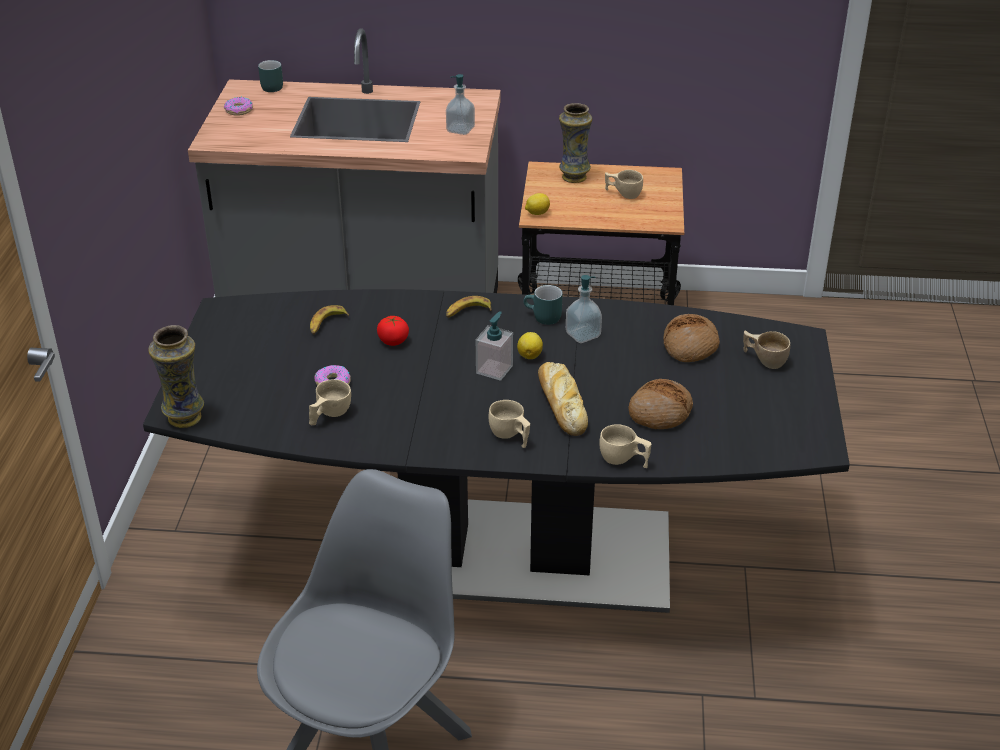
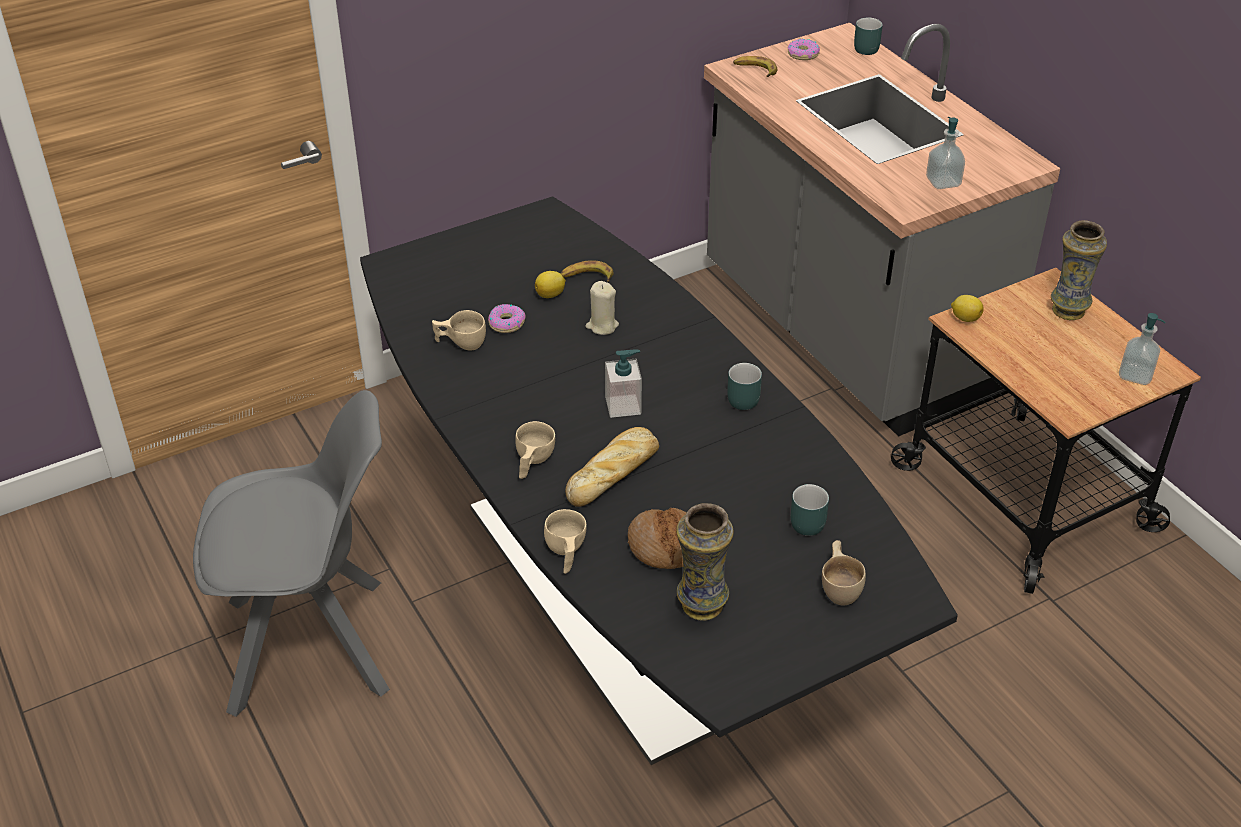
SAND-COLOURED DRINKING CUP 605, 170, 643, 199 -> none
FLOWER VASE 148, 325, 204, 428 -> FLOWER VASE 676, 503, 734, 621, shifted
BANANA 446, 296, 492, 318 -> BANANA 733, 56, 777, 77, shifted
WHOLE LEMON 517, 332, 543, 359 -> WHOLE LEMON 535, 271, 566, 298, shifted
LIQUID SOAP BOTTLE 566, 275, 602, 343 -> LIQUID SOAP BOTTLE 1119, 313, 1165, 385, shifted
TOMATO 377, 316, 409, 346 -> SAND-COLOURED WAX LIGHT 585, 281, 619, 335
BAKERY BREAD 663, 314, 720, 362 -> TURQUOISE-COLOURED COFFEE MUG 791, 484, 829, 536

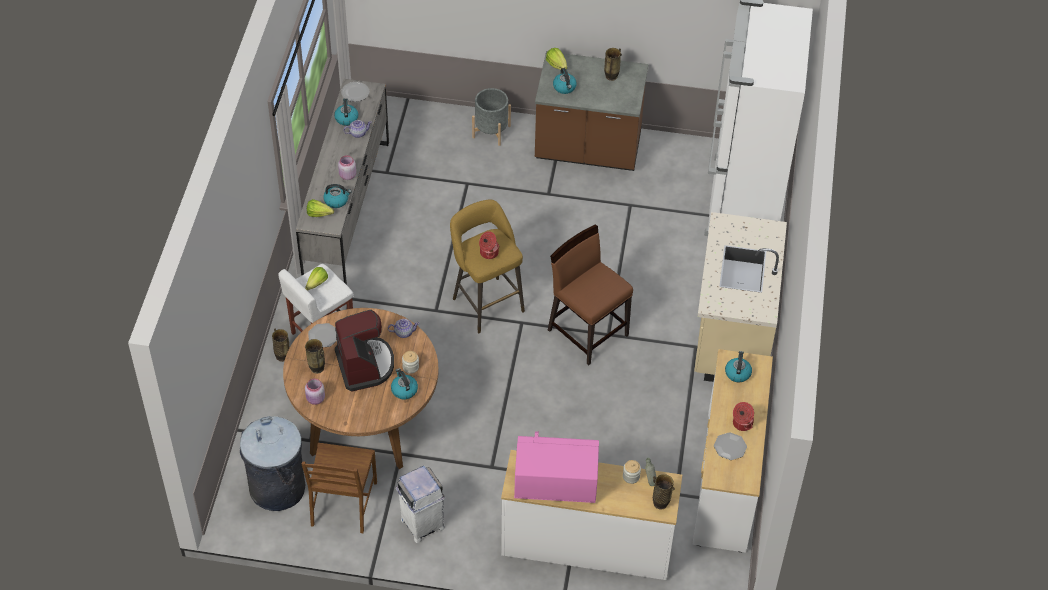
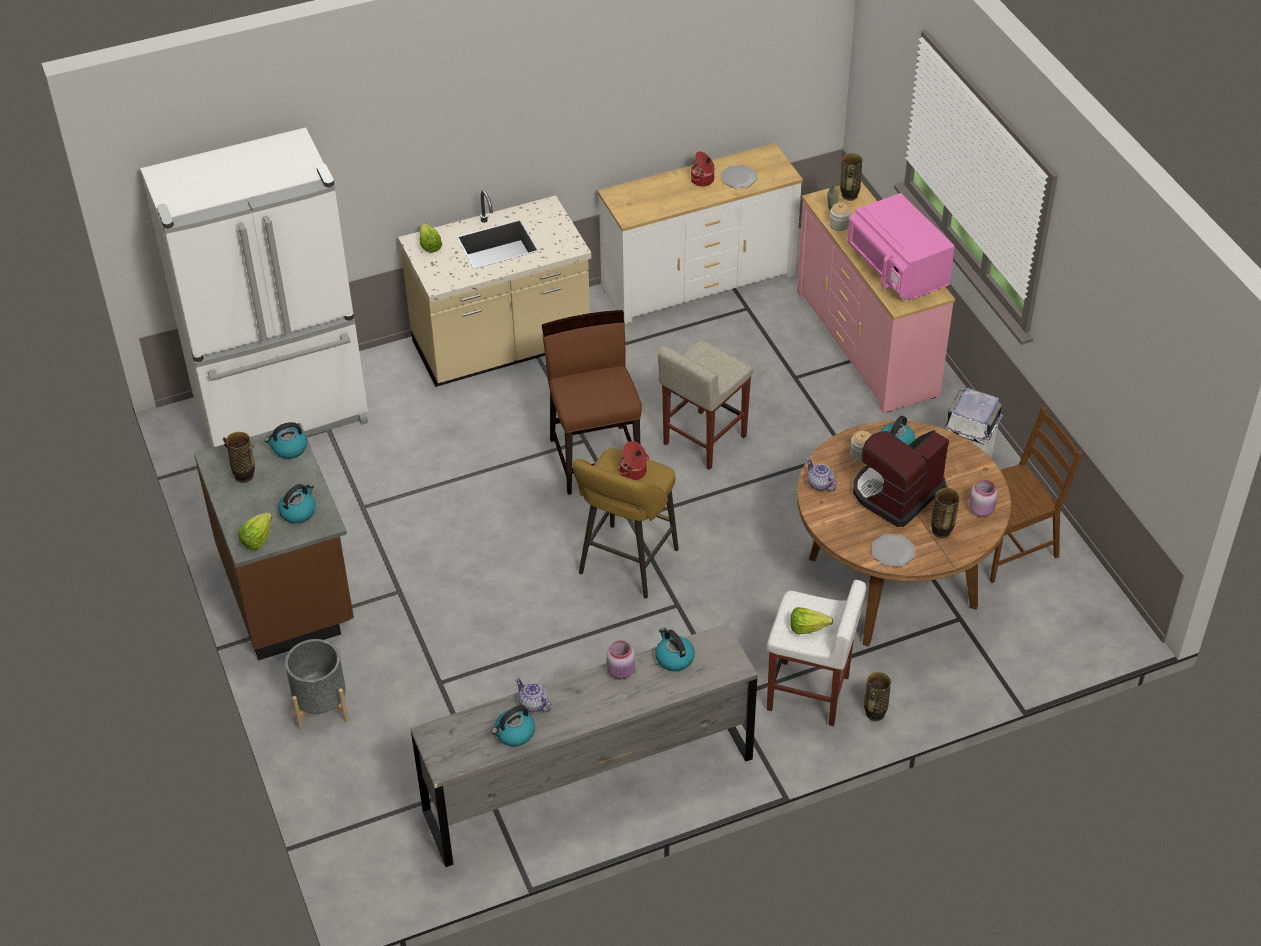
GREYISH WASTE BIN 240, 416, 305, 511 -> none
FLAT DISH 341, 82, 369, 102 -> none
none -> SAND-COLOURED STOOL 658, 341, 753, 470
LETTUCE 307, 199, 334, 217 -> LETTUCE 420, 223, 442, 253, shifted
WATER KETTLE 725, 351, 752, 382 -> WATER KETTLE 264, 422, 307, 459, shifted
WHITISH DRESSER 501, 450, 682, 580 -> PINKISH DRESSER 797, 181, 955, 413
BROWN-COLOURED CHAIR 548, 224, 633, 365 -> BROWN-COLOURED CHAIR 542, 310, 642, 495, 150 degrees clockwise

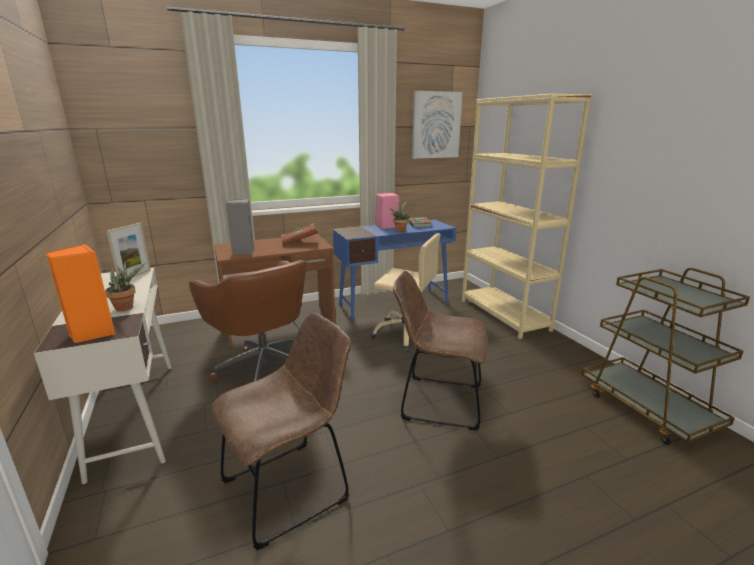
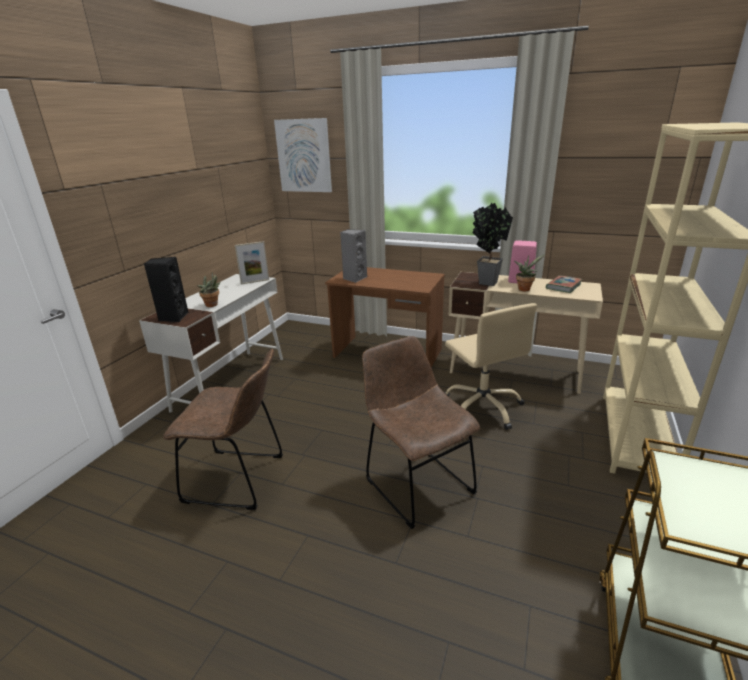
BROWN-COLOURED COMPUTER CHAIR 189, 260, 307, 382 -> none
BROWN-COLOURED BOOK 281, 223, 318, 246 -> none
none -> HOUSEPLANT 473, 203, 513, 286
WALL ART 412, 91, 462, 159 -> WALL ART 274, 118, 332, 192, shifted
ORANGEY SPEAKER 46, 244, 115, 343 -> BLACK-COLOURED SPEAKER 144, 257, 188, 322
BLUE-COLOURED DESK UNIT 333, 220, 456, 321 -> SAND-COLOURED DESK UNIT 448, 272, 603, 394

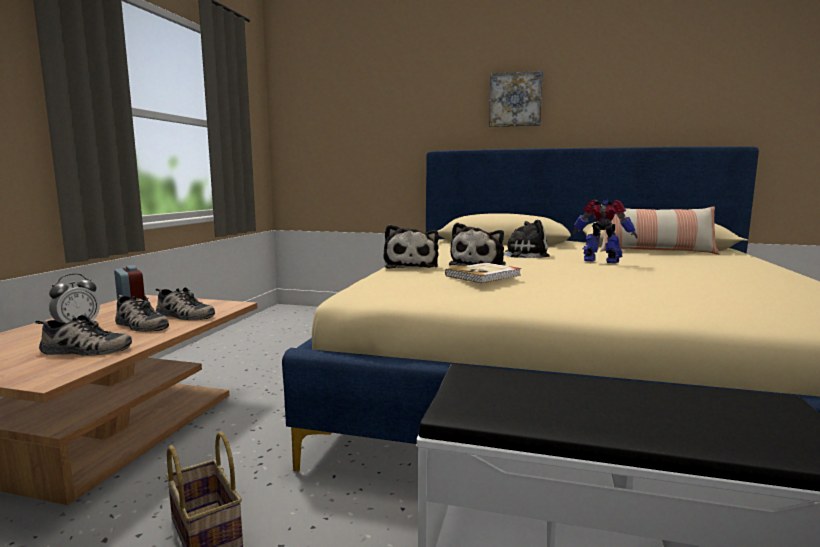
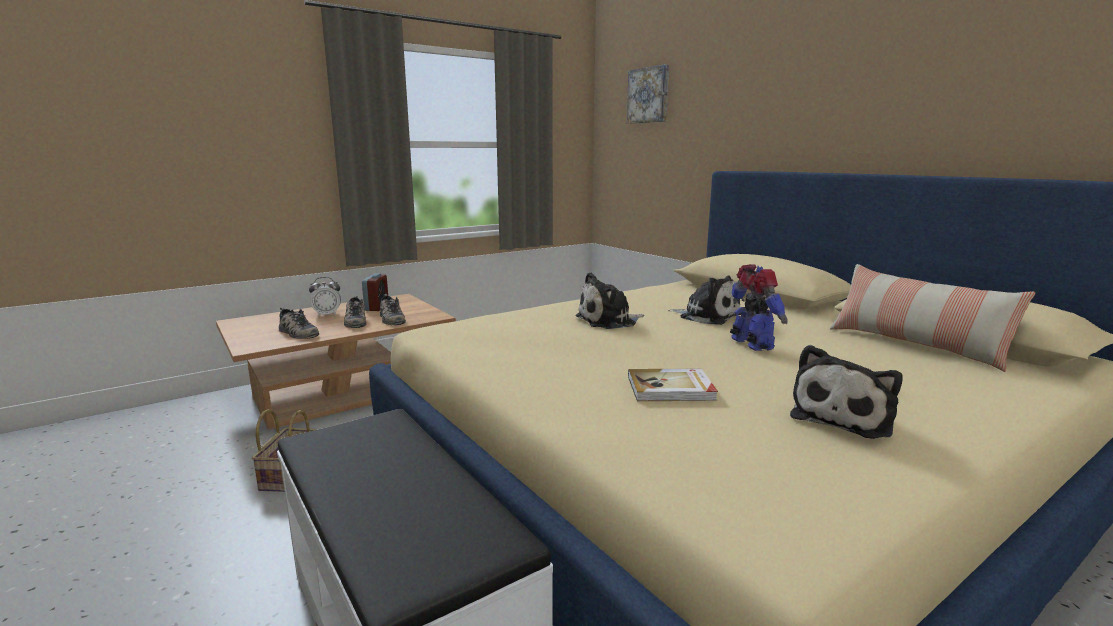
PLUSH TOY 383, 224, 439, 269 -> PLUSH TOY 790, 345, 903, 439, shifted
BOOK 445, 263, 521, 283 -> BOOK 628, 369, 718, 401, shifted
WALL ART 489, 71, 543, 127 -> WALL ART 627, 64, 669, 124, shifted

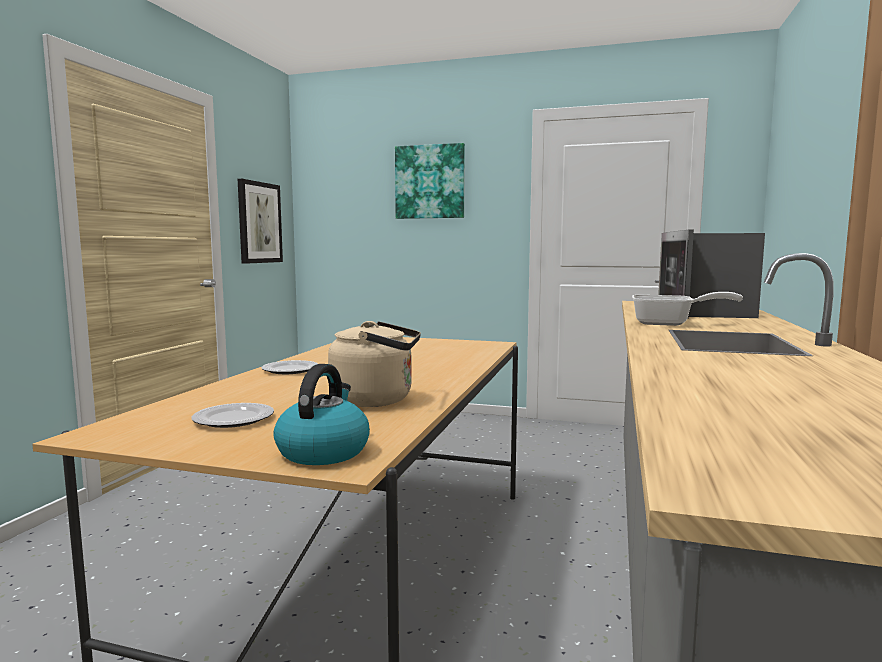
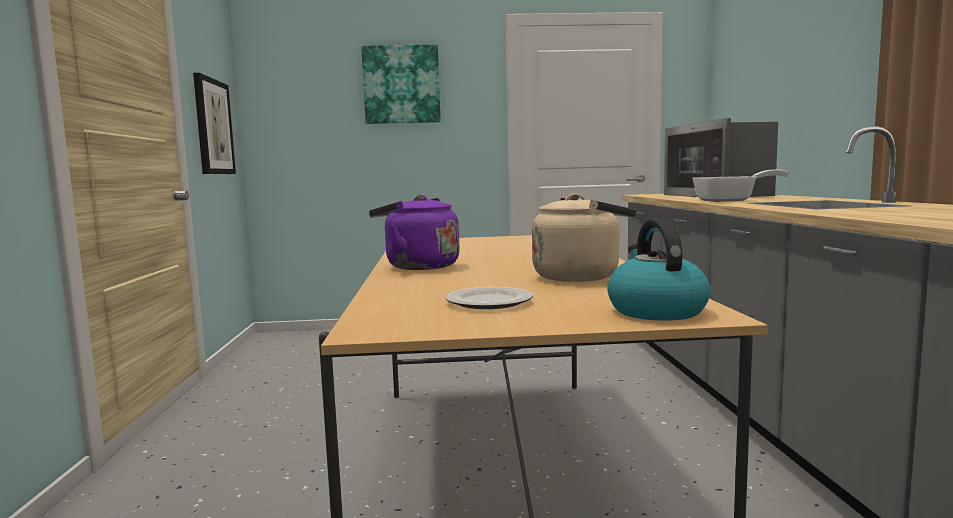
FLAT DISH 261, 360, 318, 374 -> PURPLISH WATER KETTLE 369, 195, 460, 270

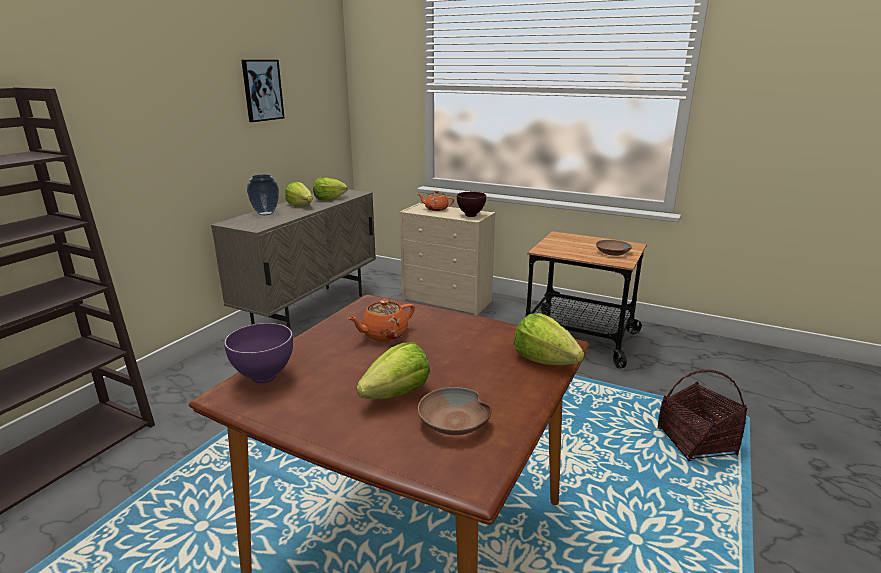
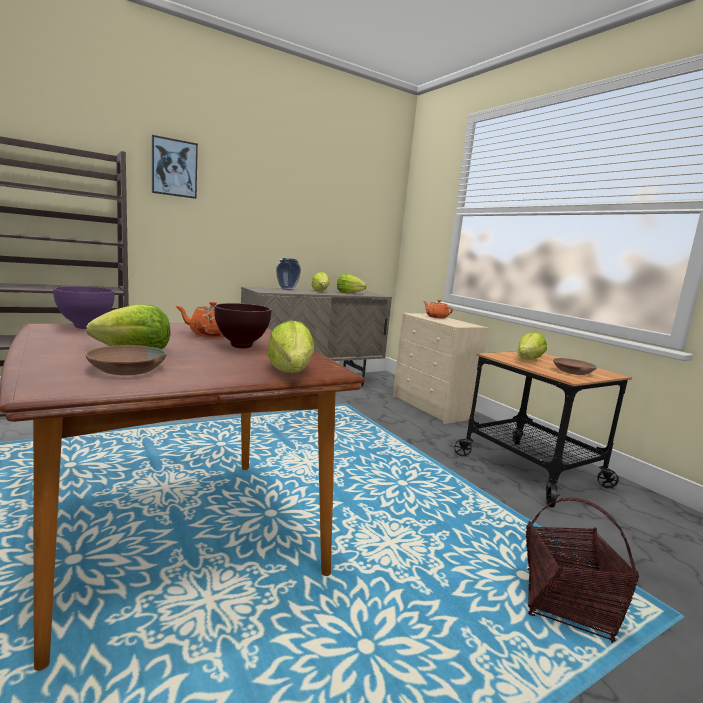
none -> LETTUCE 517, 332, 547, 360
WALL ART 241, 60, 284, 122 -> WALL ART 152, 135, 198, 199, shifted
BROWN-COLOURED SERVING BOWL 457, 192, 486, 217 -> BROWN-COLOURED SERVING BOWL 214, 303, 271, 348, shifted

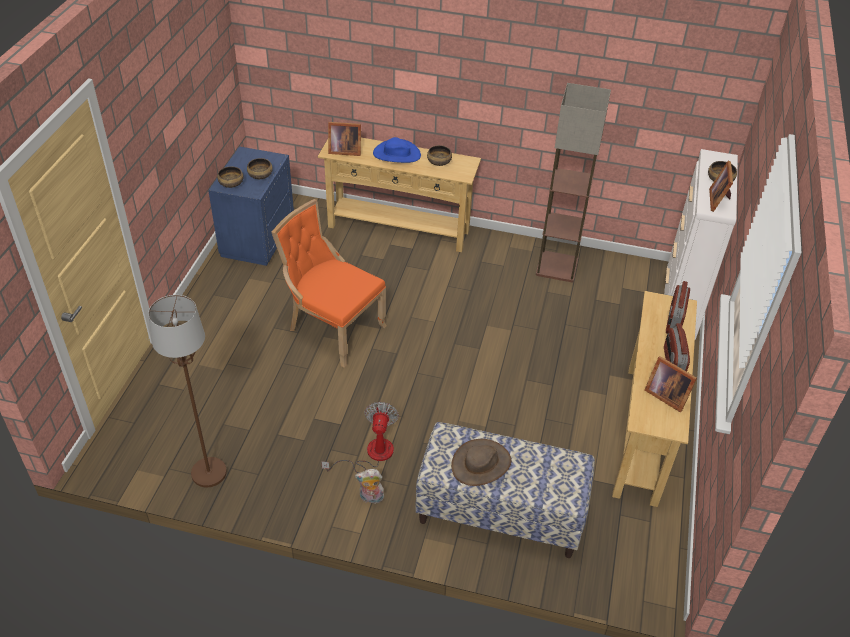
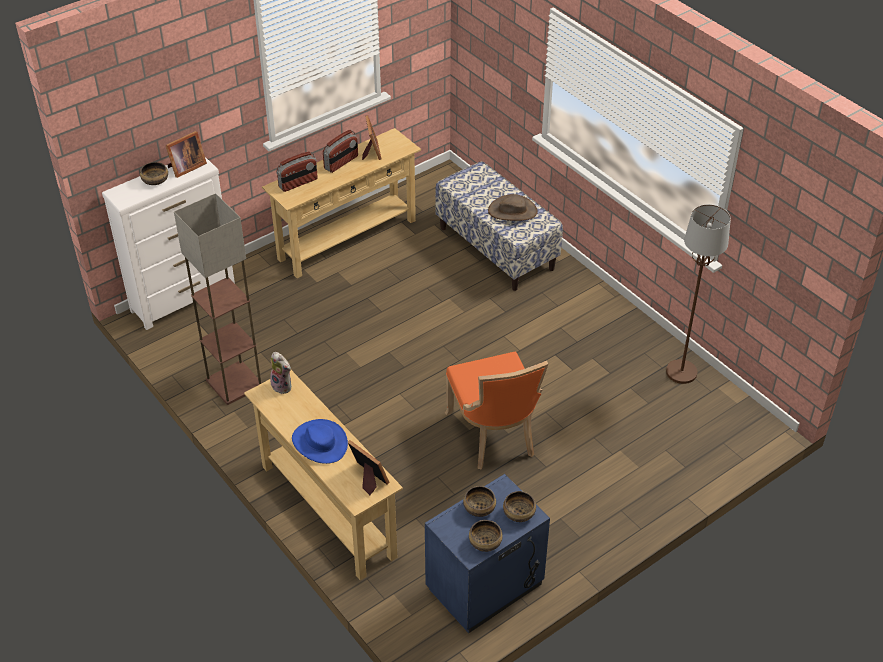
COOLING FAN 321, 402, 399, 473 -> none
PLUSH TOY 355, 469, 384, 503 -> PLUSH TOY 270, 352, 291, 394, shifted
SERVING BOWL 427, 145, 452, 166 -> SERVING BOWL 469, 520, 503, 552, shifted

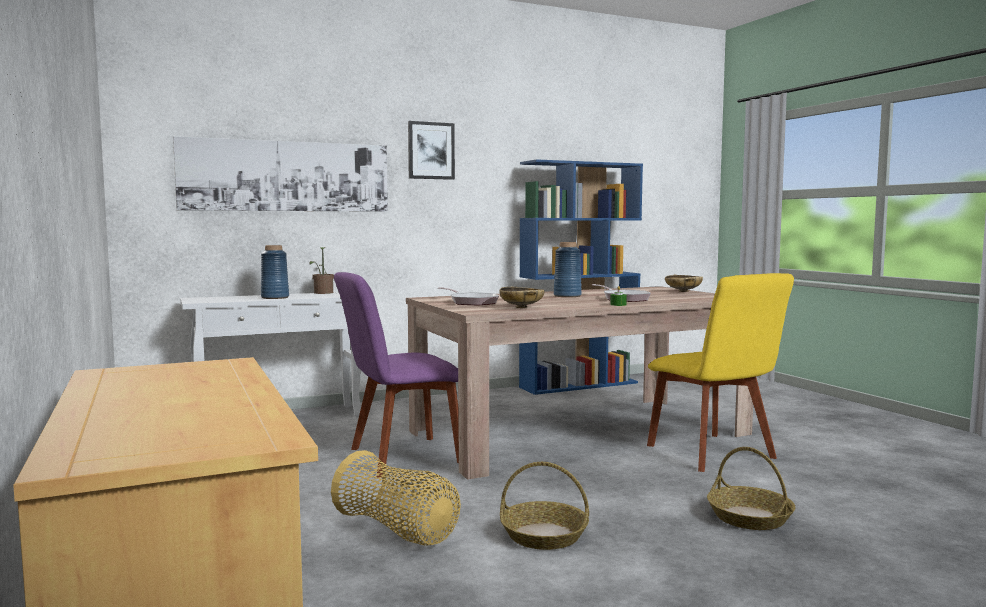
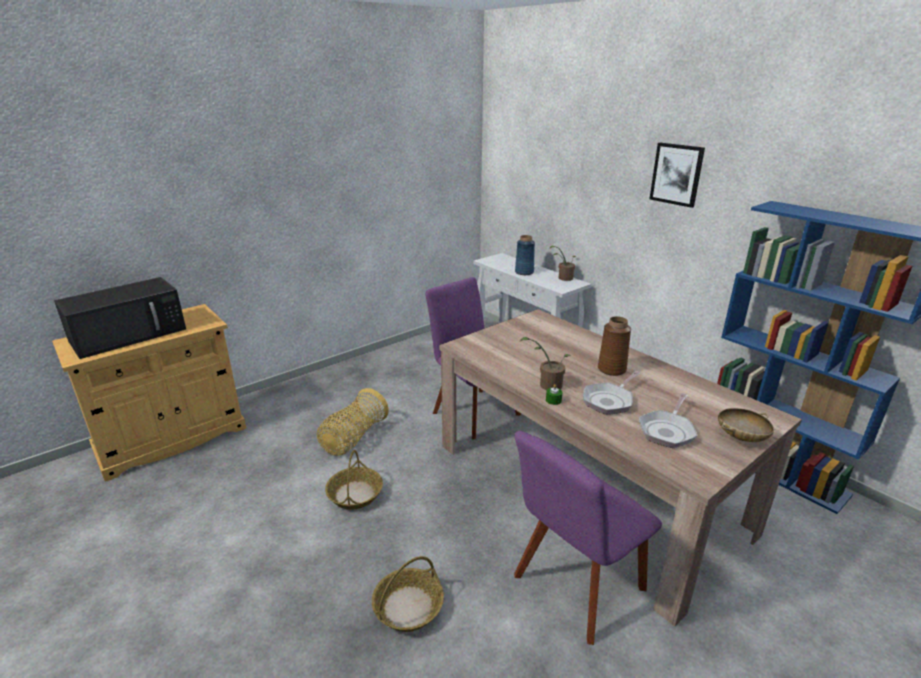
WALL ART 173, 136, 388, 212 -> none
SAND-COLOURED SERVING BOWL 499, 286, 545, 308 -> none
none -> BLACK-COLOURED MICROWAVE 54, 277, 186, 359
none -> HOUSEPLANT 520, 337, 571, 390
PAN 438, 287, 499, 305 -> PAN 639, 393, 697, 448, shifted
BLUE-COLOURED FLOWER VASE 554, 242, 582, 297 -> BROWN-COLOURED FLOWER VASE 598, 316, 631, 376
YELLOW-COLOURED CHAIR 647, 273, 794, 472 -> PURPLISH CHAIR 514, 431, 662, 645

